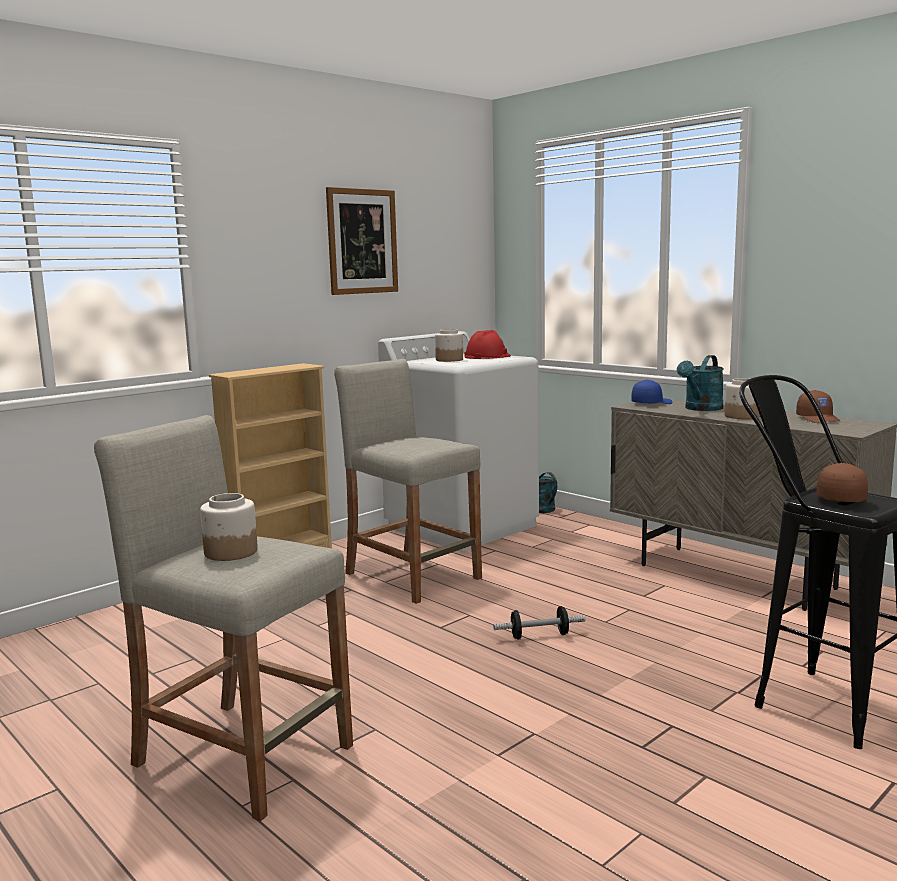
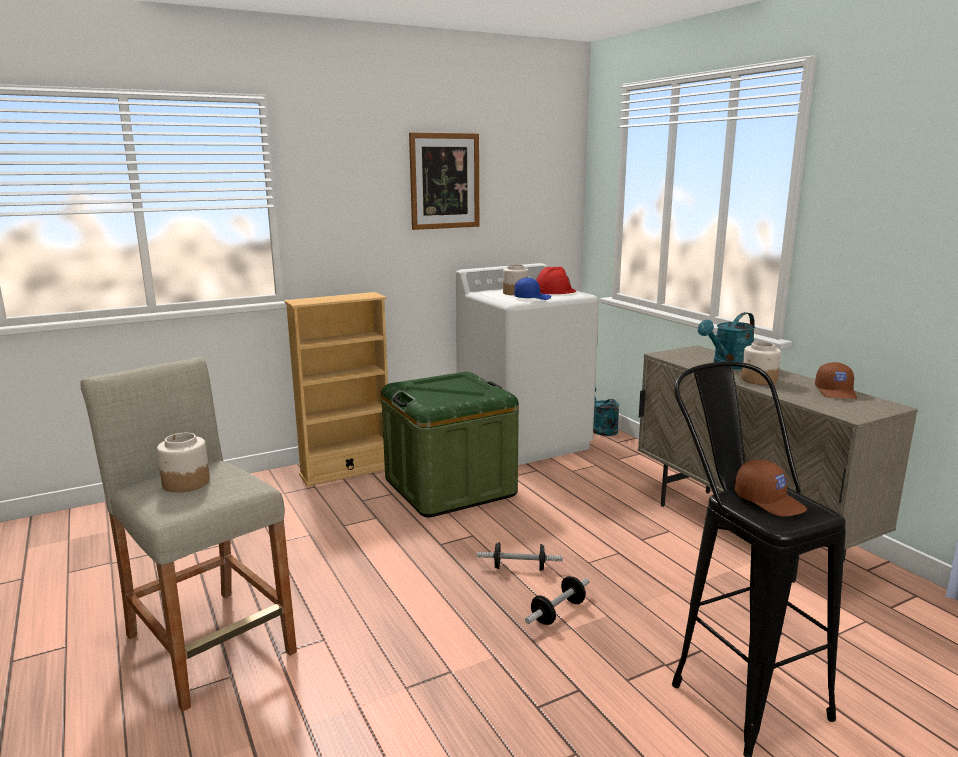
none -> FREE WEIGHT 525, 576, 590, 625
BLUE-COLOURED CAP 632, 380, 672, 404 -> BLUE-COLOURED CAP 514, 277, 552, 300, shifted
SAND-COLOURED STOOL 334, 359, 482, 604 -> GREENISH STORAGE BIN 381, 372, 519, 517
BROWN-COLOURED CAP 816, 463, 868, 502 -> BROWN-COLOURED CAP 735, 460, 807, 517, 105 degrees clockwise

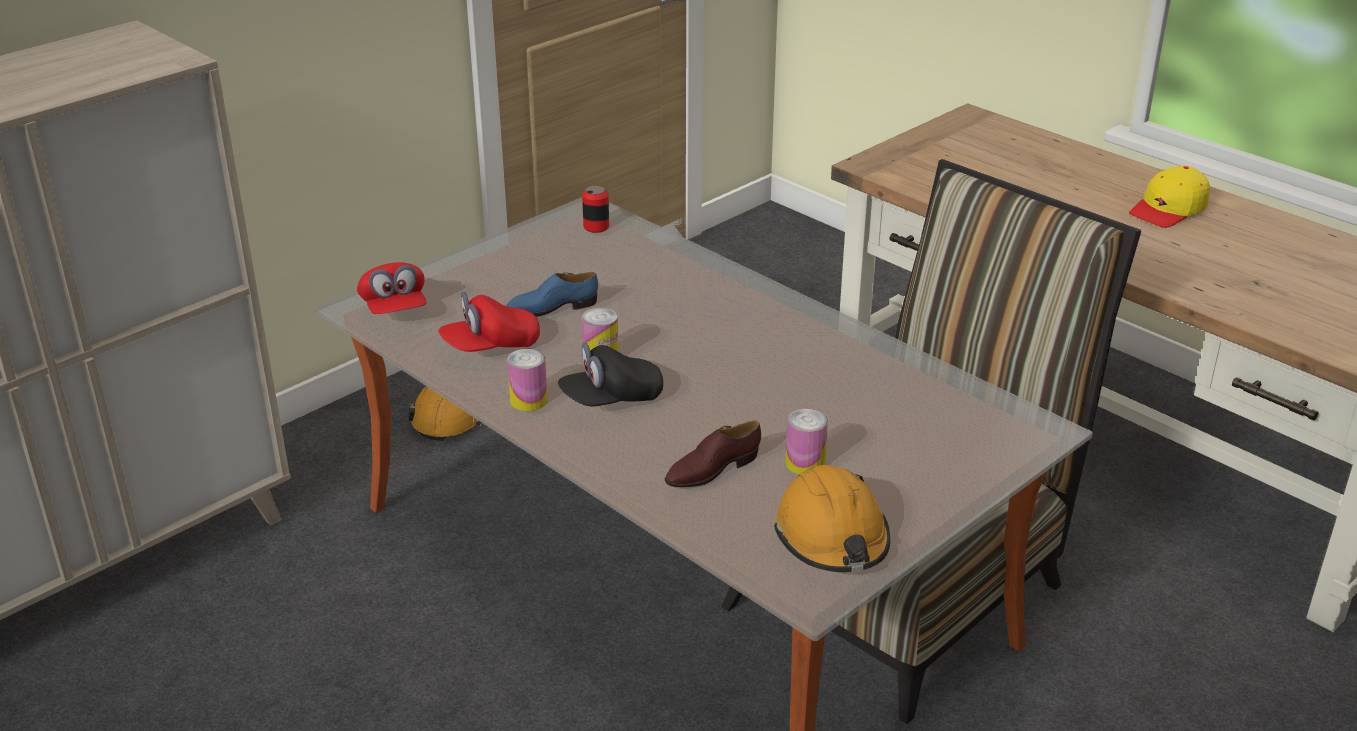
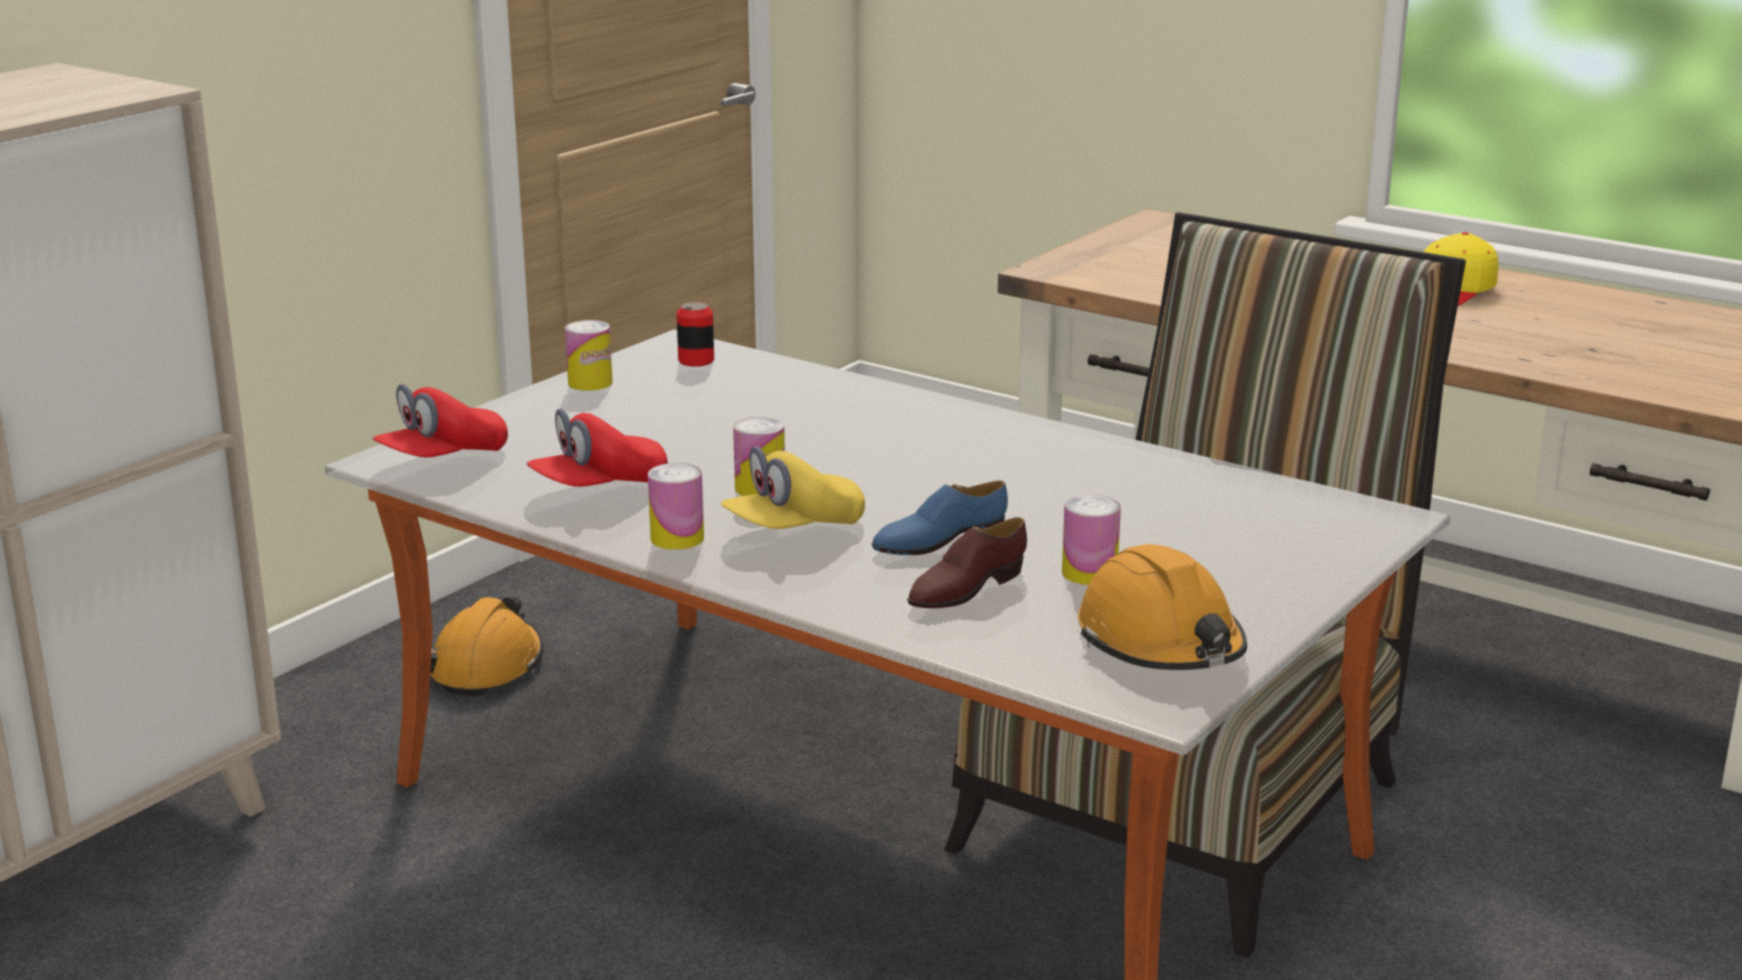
none -> METAL CAN 565, 320, 613, 391
BLUE-COLOURED SHOE 506, 272, 598, 317 -> BLUE-COLOURED SHOE 871, 480, 1008, 555, shifted
BLACK-COLOURED CAP 558, 343, 663, 406 -> YELLOW-COLOURED CAP 721, 446, 865, 529
RED-COLOURED CAP 357, 262, 426, 314 -> RED-COLOURED CAP 373, 384, 508, 457, 75 degrees clockwise

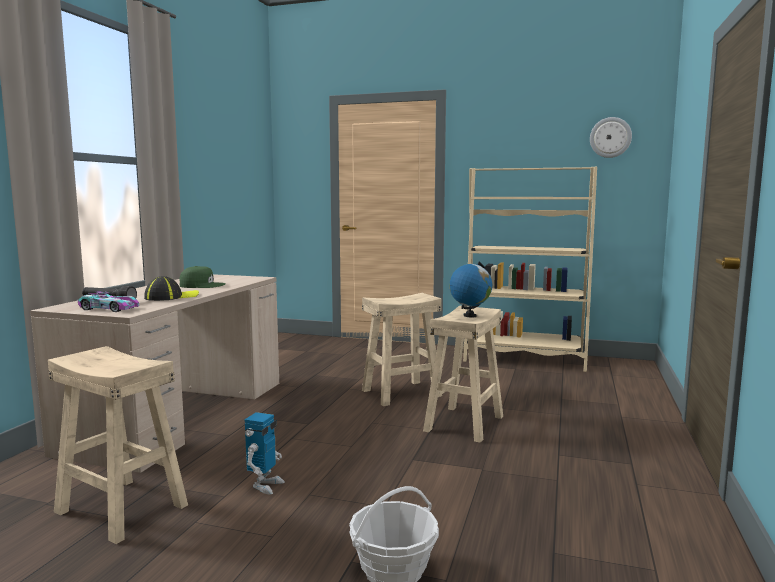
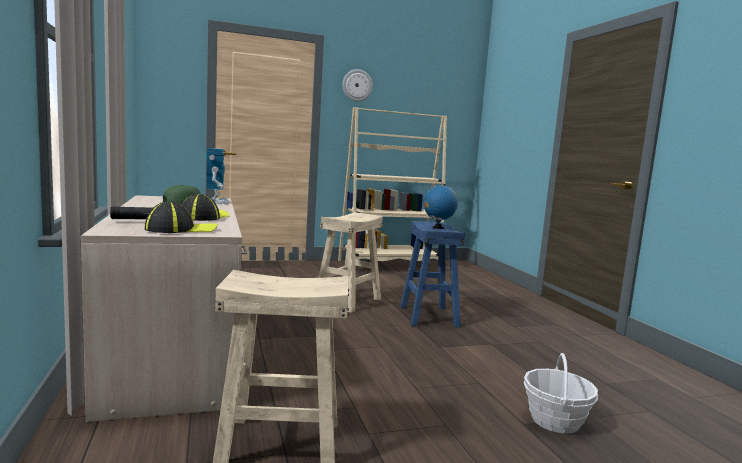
ROBOT FIGURE 245, 412, 285, 495 -> ROBOT FIGURE 206, 148, 229, 204, shifted
CLOCK ON THE WALL 590, 117, 632, 158 -> CLOCK ON THE WALL 342, 69, 373, 102, shifted
TOY CAR 78, 291, 139, 312 -> CAP 145, 201, 218, 233
SAND-COLOURED STOOL 423, 306, 503, 443 -> BLUE-COLOURED STOOL 400, 221, 465, 327

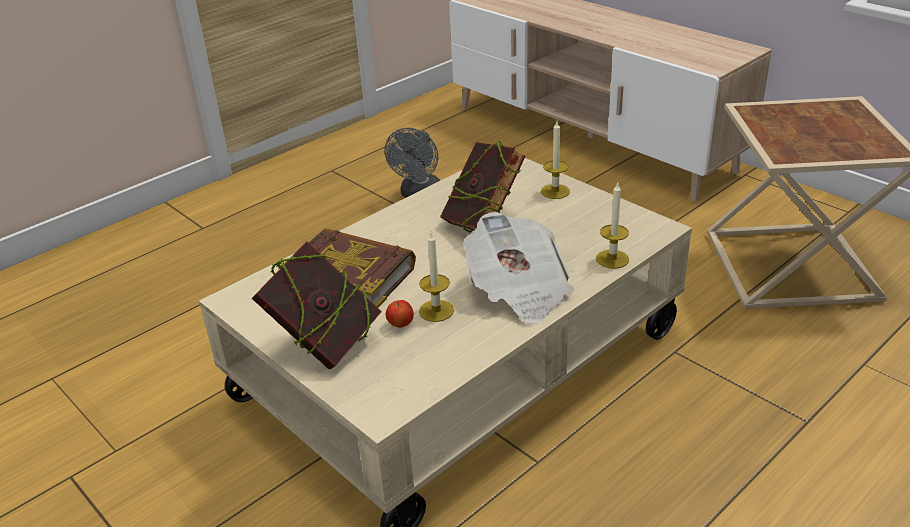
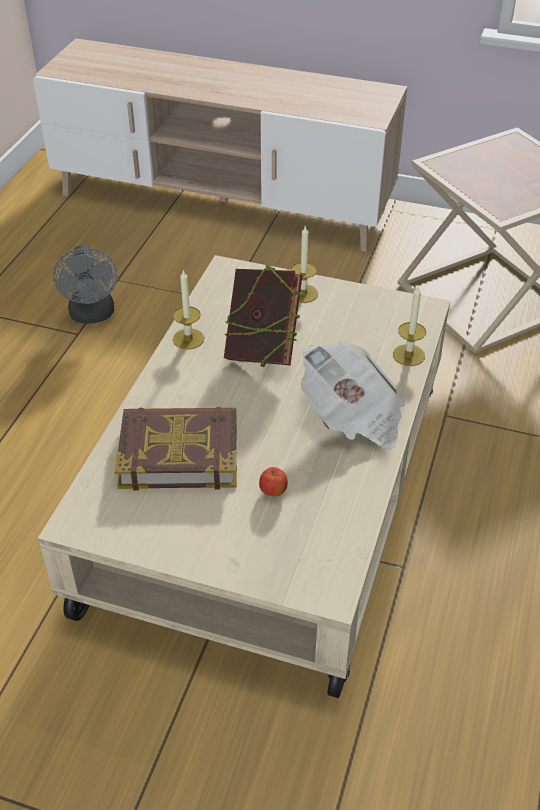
BOOK 252, 241, 382, 369 -> none
WAX LIGHT 419, 232, 454, 322 -> WAX LIGHT 173, 270, 205, 350, shifted

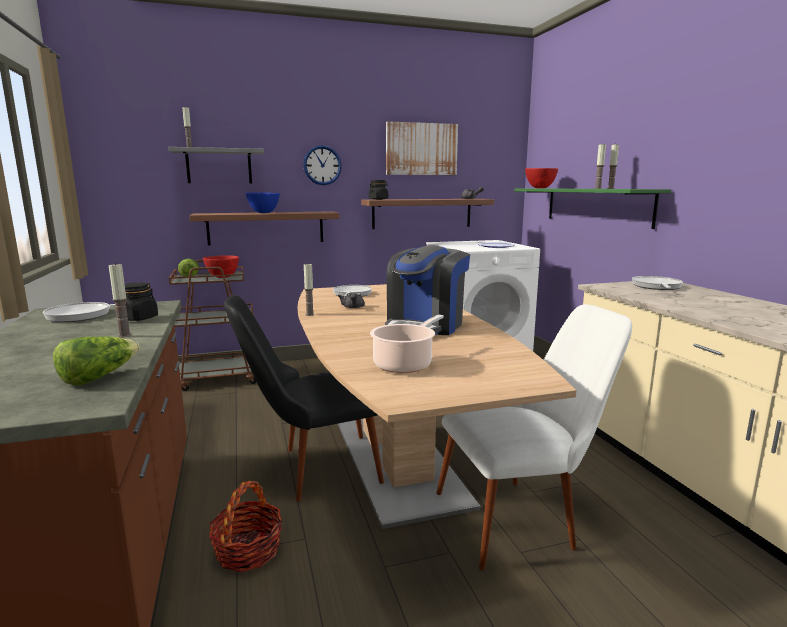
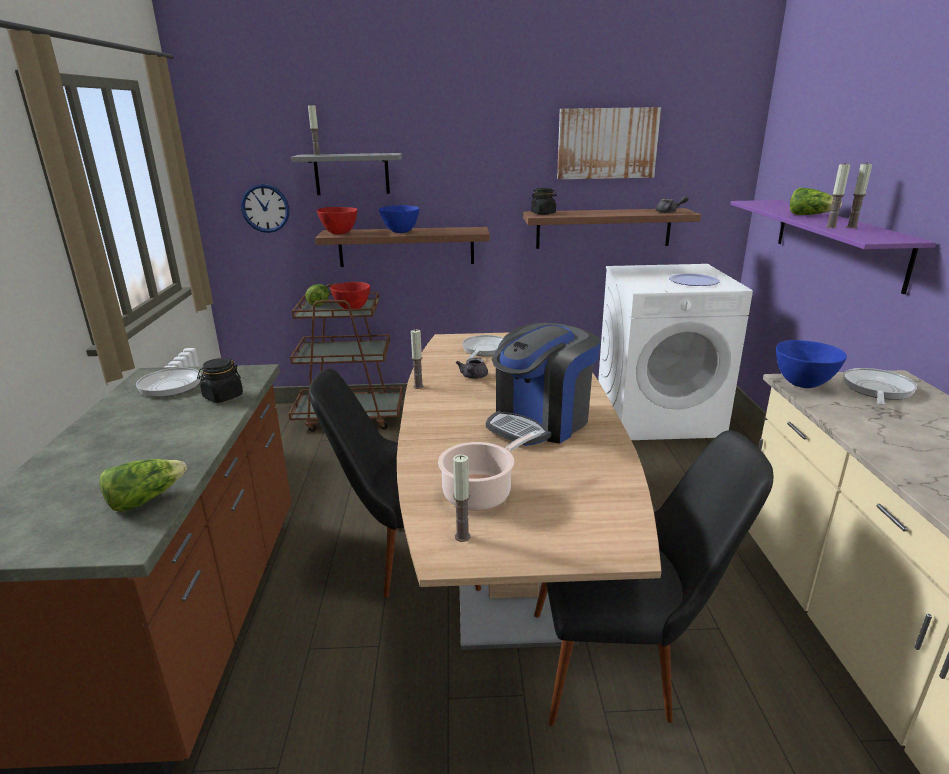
BASKET 209, 481, 282, 572 -> none
none -> BLUE-COLOURED SERVING BOWL 776, 340, 847, 388
none -> LETTUCE 790, 187, 842, 215
WAX LIGHT 109, 263, 132, 338 -> WAX LIGHT 453, 454, 471, 542, shifted
CLOCK ON THE WALL 303, 145, 342, 185 -> CLOCK ON THE WALL 241, 184, 289, 233, shifted
RED-COLOURED SERVING BOWL 525, 168, 558, 188 -> RED-COLOURED SERVING BOWL 317, 207, 358, 235, shifted
WHITISH CHAIR 436, 304, 632, 571 -> BLACK-COLOURED CHAIR 534, 430, 773, 726
GREENISH SHELF 514, 189, 671, 229 -> PURPLISH SHELF 730, 200, 936, 294

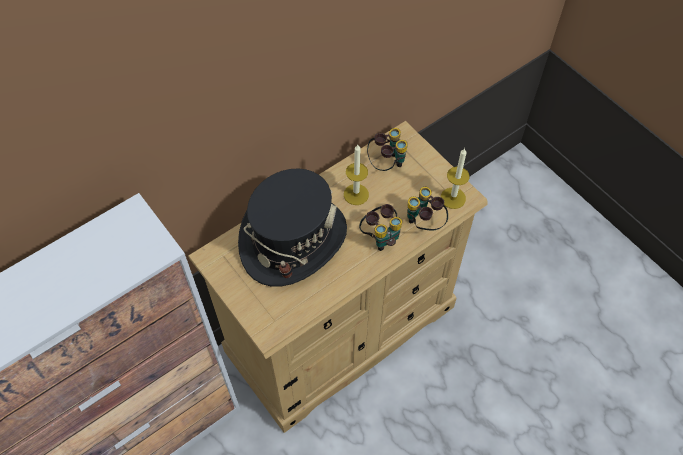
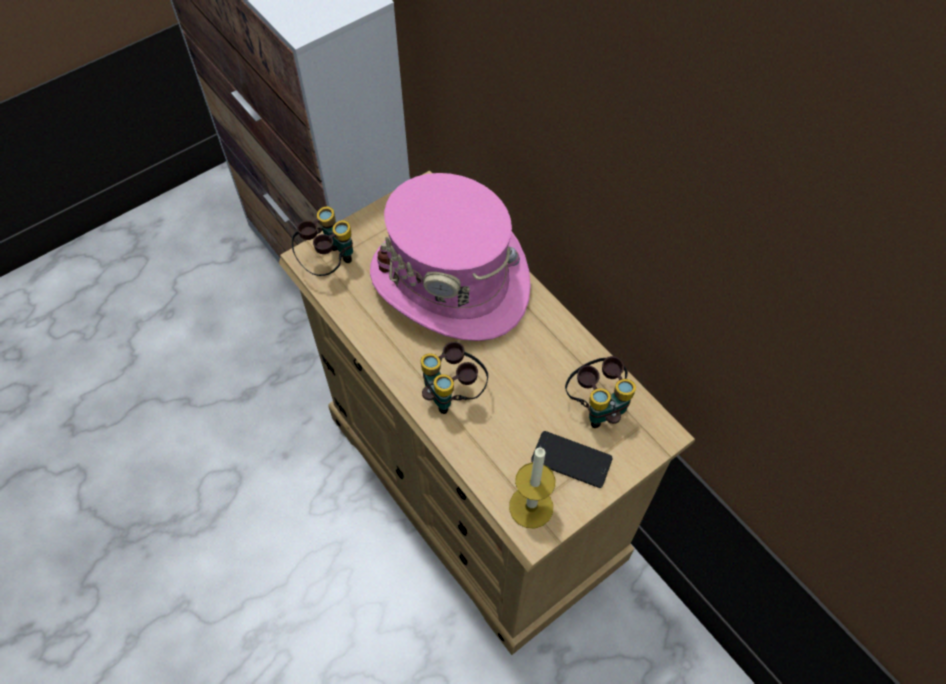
WAX LIGHT 344, 145, 369, 205 -> none
none -> HANDSET 531, 431, 613, 488
BINOCULARS 407, 187, 448, 230 -> BINOCULARS 292, 207, 353, 276, shifted
BLACK-COLOURED CLOTHING HAT 238, 169, 347, 287 -> PINKISH CLOTHING HAT 370, 173, 531, 341

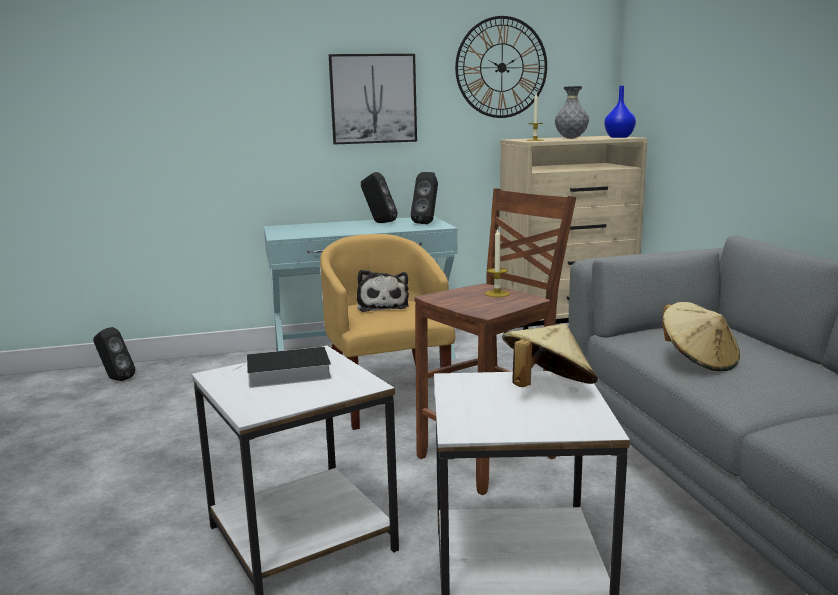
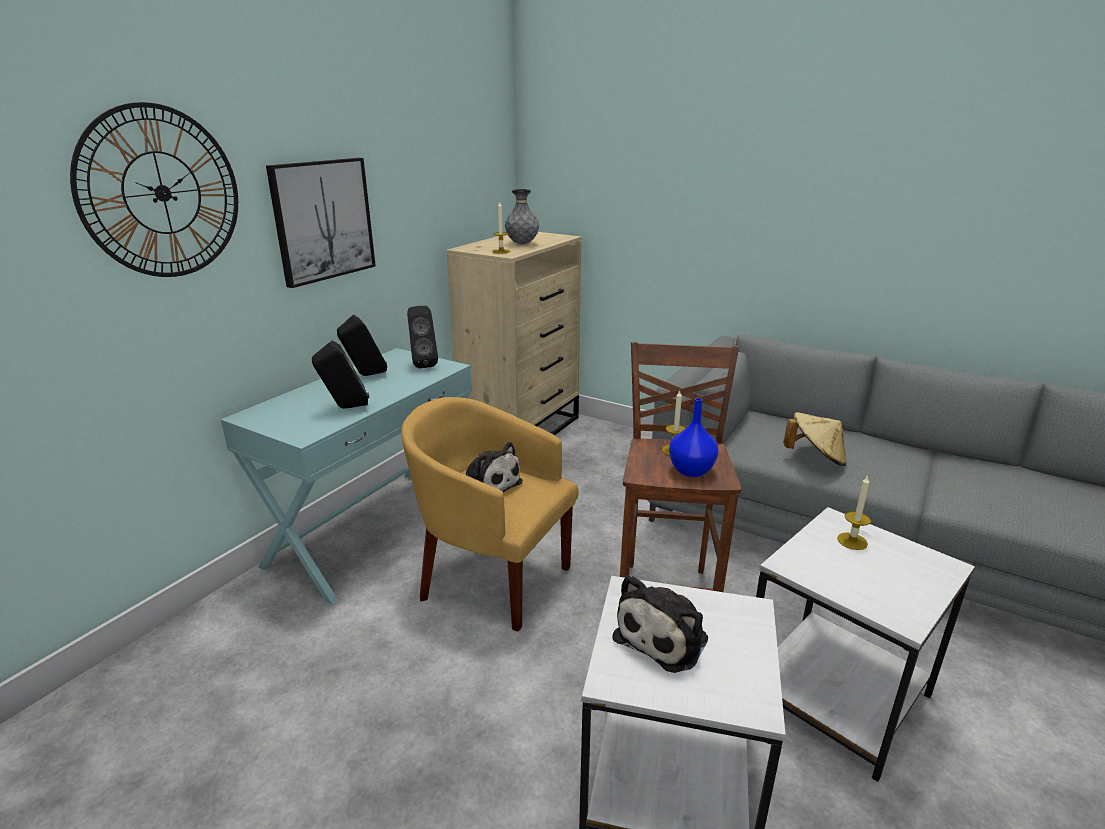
BLACK-COLOURED SPEAKER 93, 327, 135, 381 -> BLACK-COLOURED SPEAKER 312, 341, 369, 409, shifted
CLOCK ON THE WALL 455, 16, 547, 118 -> CLOCK ON THE WALL 70, 102, 238, 277, shifted
BLUE-COLOURED FLOWER VASE 604, 86, 636, 138 -> BLUE-COLOURED FLOWER VASE 669, 398, 719, 477, shifted
BOOK 234, 346, 331, 388 -> PLUSH TOY 612, 575, 708, 673
SAND-COLOURED CLOTHING HAT 502, 324, 598, 387 -> WAX LIGHT 837, 475, 871, 550

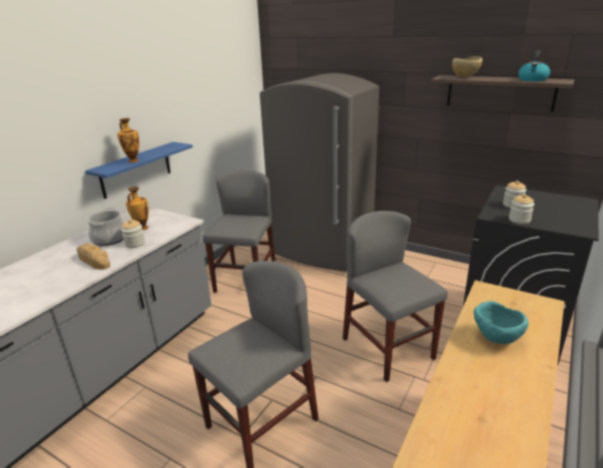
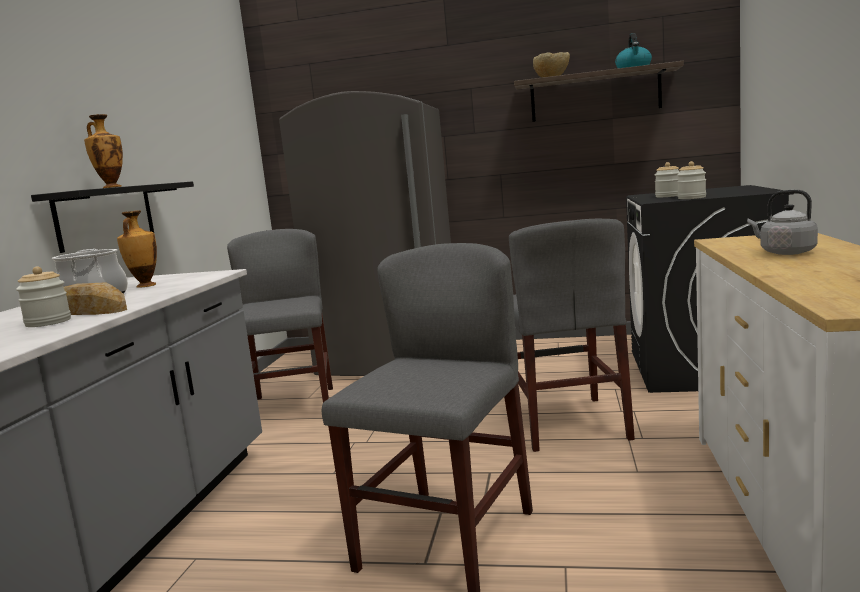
PRESERVE JAR 121, 219, 145, 248 -> PRESERVE JAR 16, 266, 71, 327, shifted
TURQUOISE-COLOURED SERVING BOWL 474, 301, 529, 344 -> GREYISH WATER KETTLE 747, 190, 818, 255
BLUE-COLOURED SHELF 85, 142, 193, 199 -> BLACK-COLOURED SHELF 31, 181, 194, 253
GREYISH CHAIR 343, 211, 448, 382 -> GREYISH CHAIR 509, 219, 635, 452, 135 degrees counterclockwise

